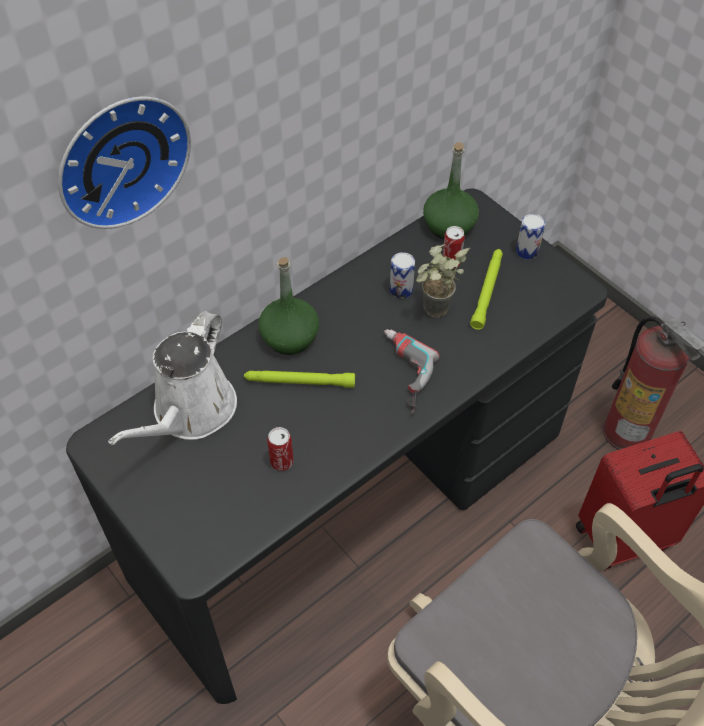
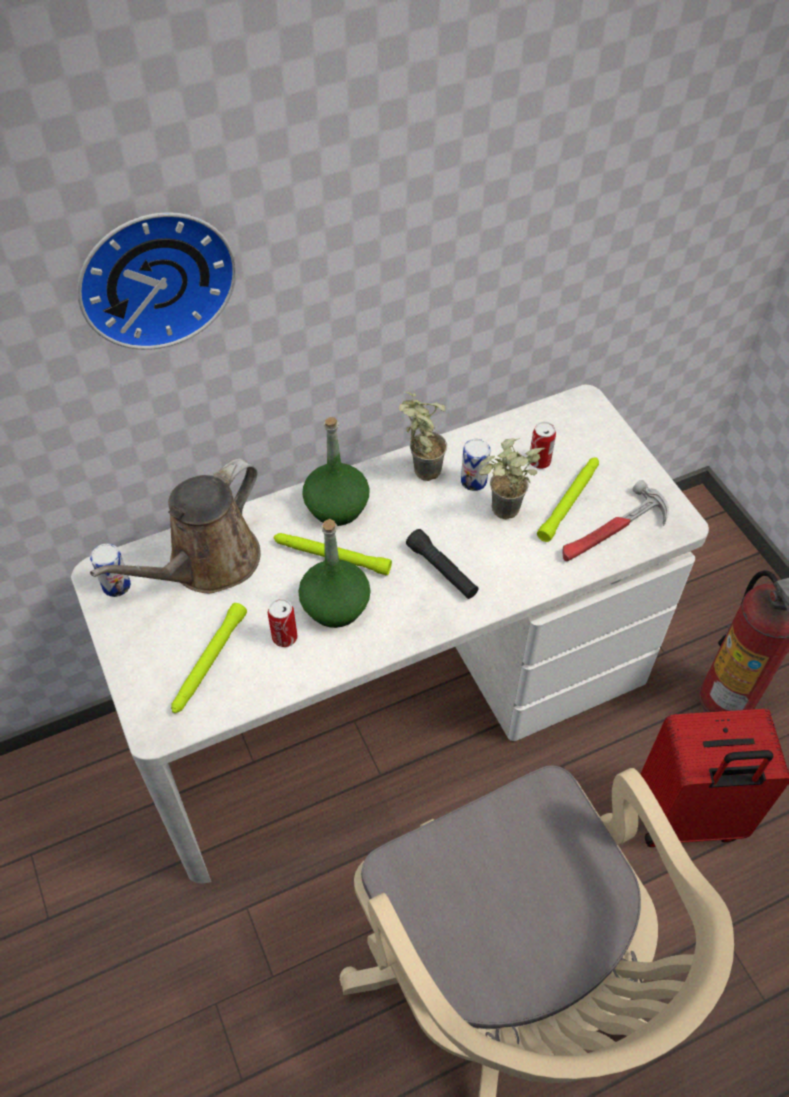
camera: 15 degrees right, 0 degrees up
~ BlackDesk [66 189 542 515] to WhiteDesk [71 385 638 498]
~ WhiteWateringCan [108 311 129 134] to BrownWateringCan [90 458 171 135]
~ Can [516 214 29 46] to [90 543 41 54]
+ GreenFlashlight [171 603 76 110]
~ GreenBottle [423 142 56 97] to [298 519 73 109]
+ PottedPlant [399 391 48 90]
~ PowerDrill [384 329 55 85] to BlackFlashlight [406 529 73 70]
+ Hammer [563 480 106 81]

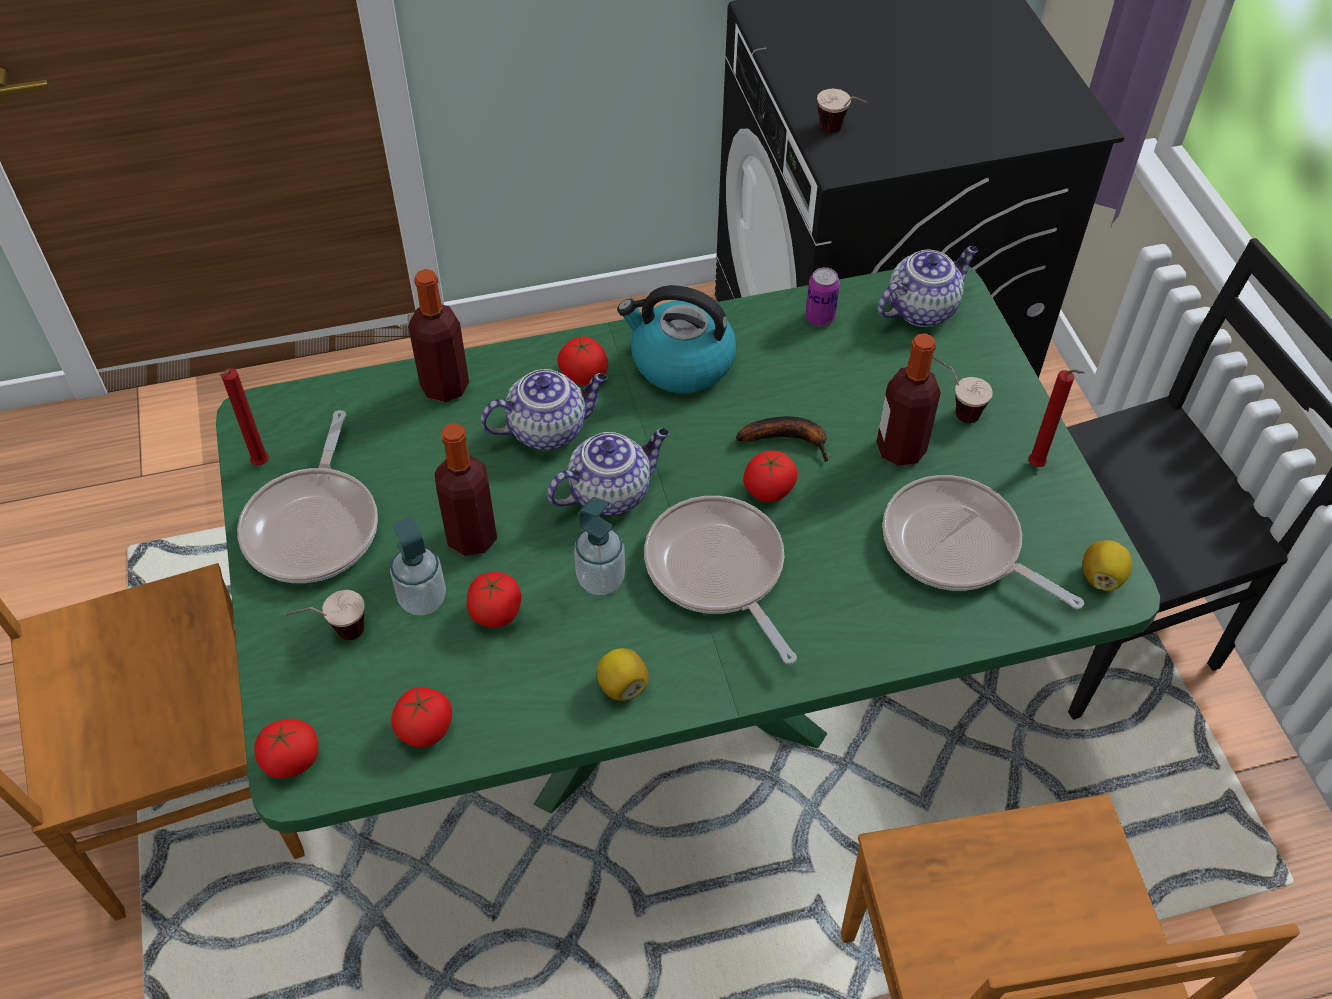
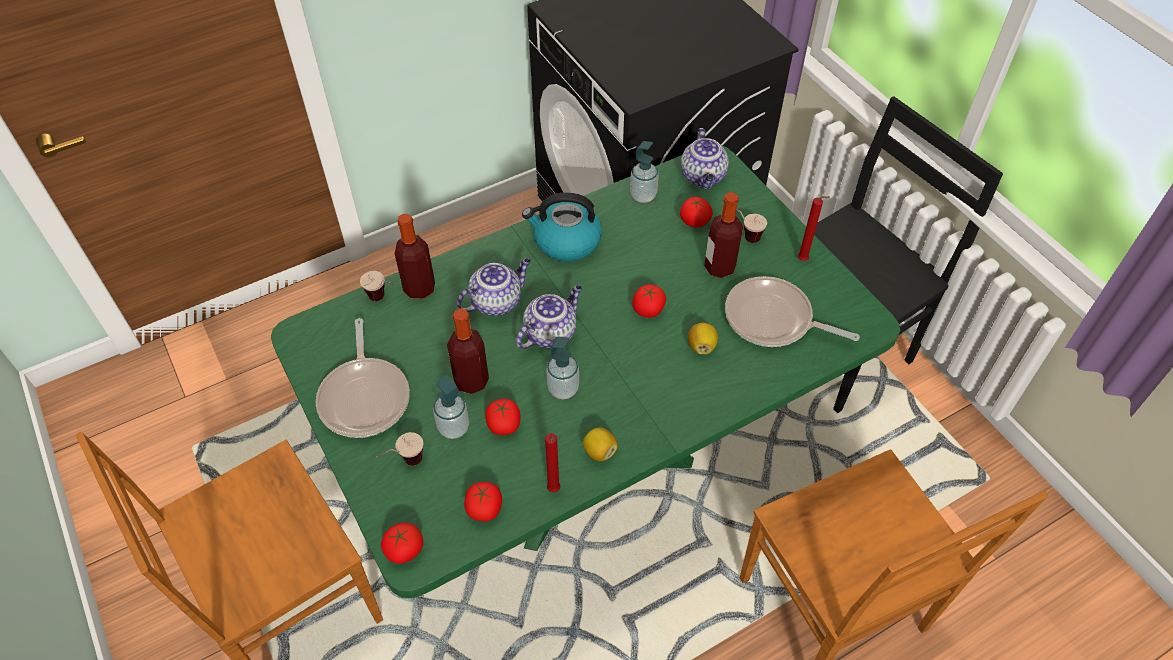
camera: 15 degrees left, 0 degrees up
~ Cup [817 89 51 44] to [360 271 34 30]
~ RedCandle [219 368 50 98] to [545 433 16 60]
~ Can [805 267 35 59] to SoapDispenser [630 141 29 62]
~ Tomato [557 336 51 49] to [680 197 33 30]
~ Teapot [877 246 101 81] = [681 128 48 62] 135 degrees clockwise
~ Lemon [1083 540 49 51] to [688 323 30 31]
- FryingPan [644 496 153 168]
- Banana [736 416 93 46]

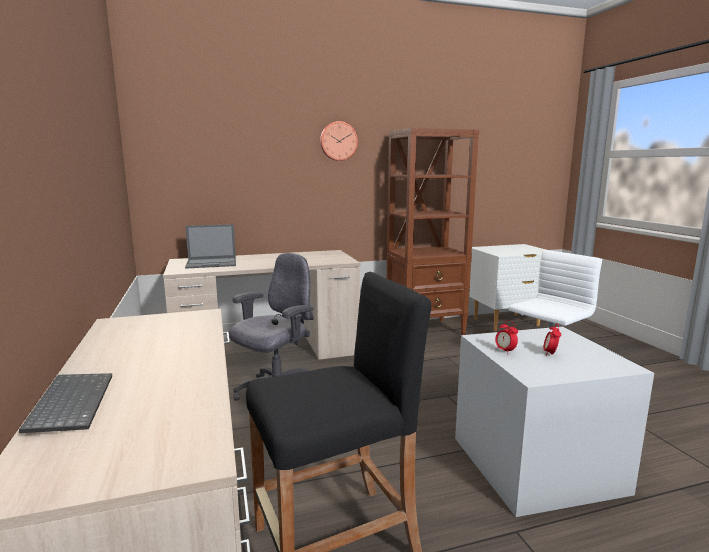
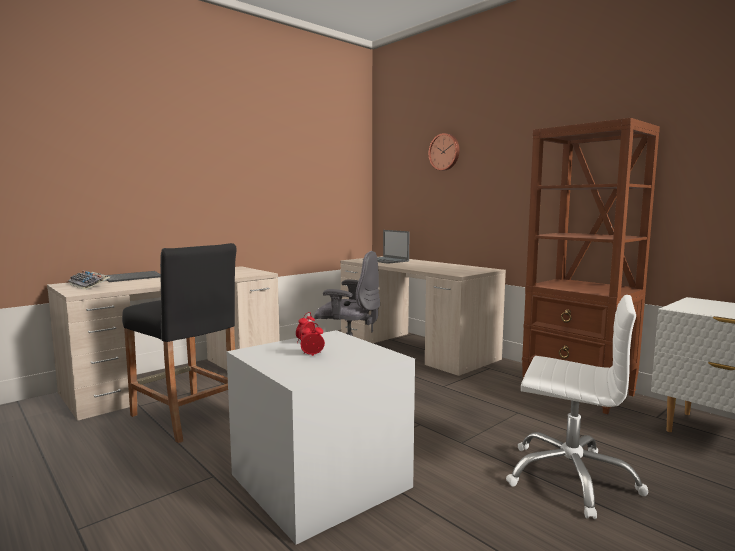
camera: 65 degrees right, 5 degrees down
+ Keyboard [68 270 43 20]
~ WallClock [320 121 38 40] to [429 133 31 38]

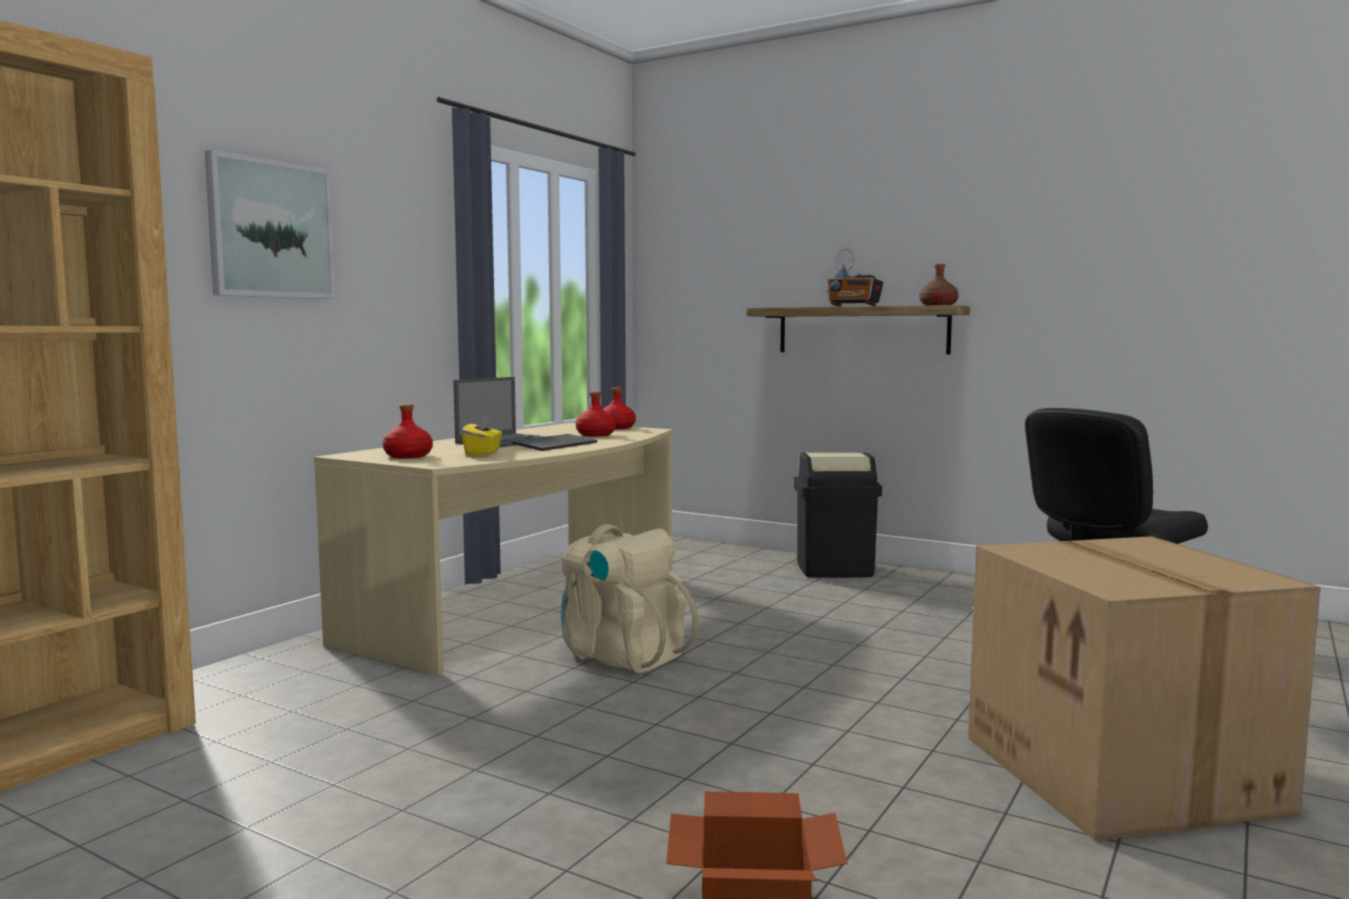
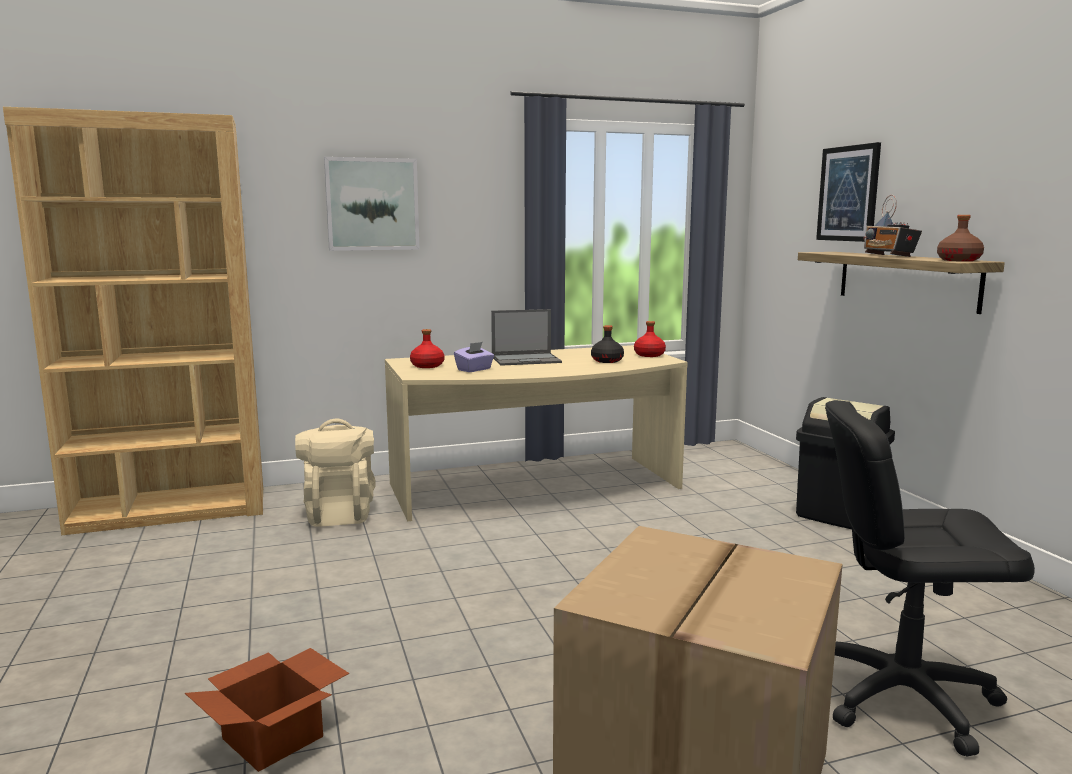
camera: 40 degrees right, 5 degrees up
~ BeigeBackpack [561 524 138 149] to [295 418 81 109]
~ YellowTissueBox [462 415 40 40] to PurpleTissueBox [454 342 40 30]
~ RedBottle [576 392 40 44] to BlackBottle [591 325 33 38]
+ Picture [816 142 65 100]
- Keyboard [512 434 85 17]

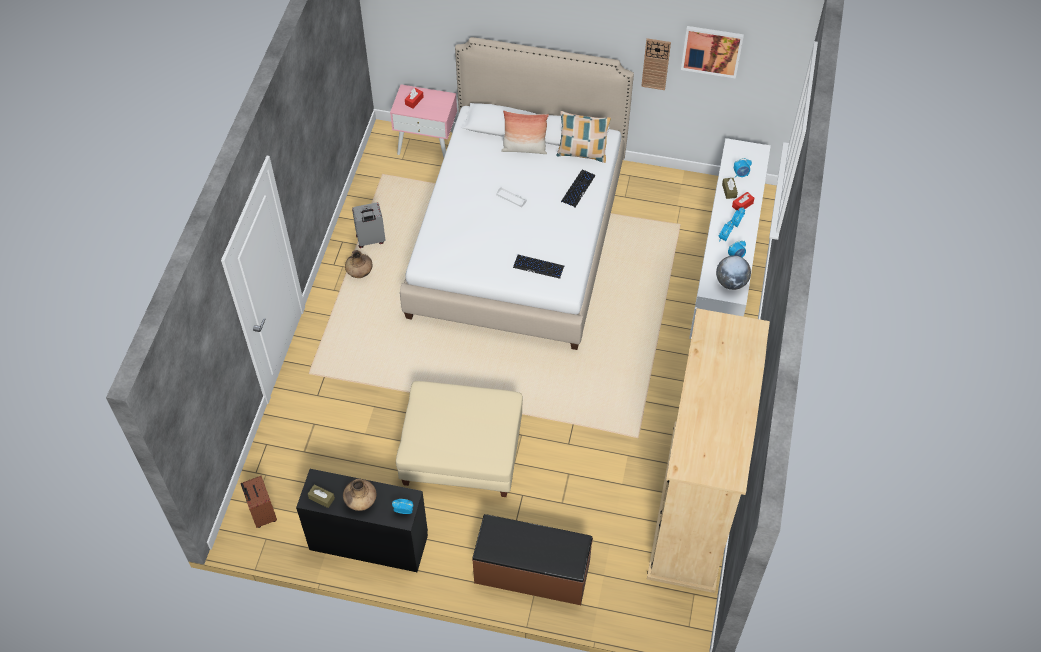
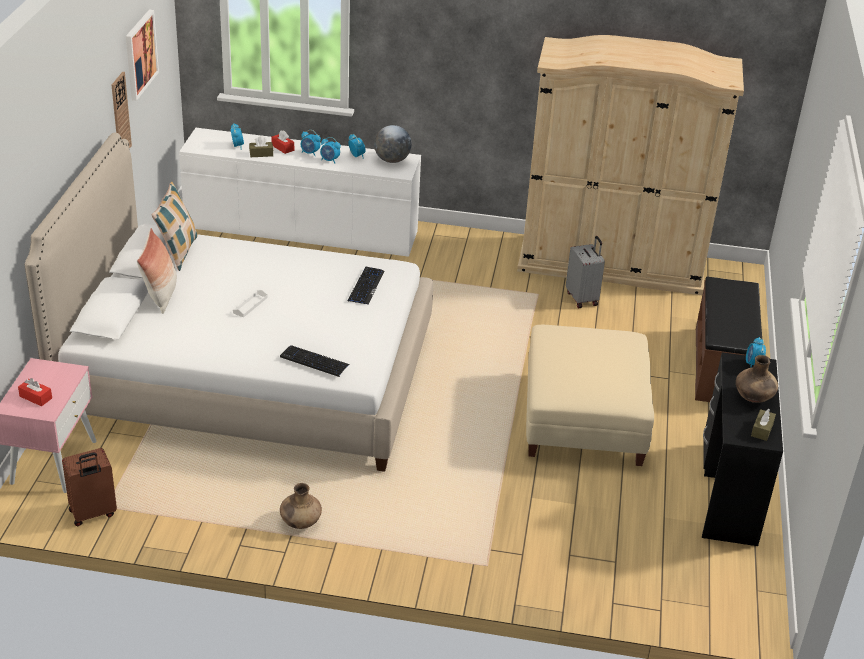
camera: 95 degrees left, 20 degrees down
~ BrownSuitcase [240 476 37 52] to [62 448 55 78]
~ Keyboard [561 170 35 37] to [280 345 70 32]
~ GreySuitcase [352 202 34 46] to [566 236 39 72]

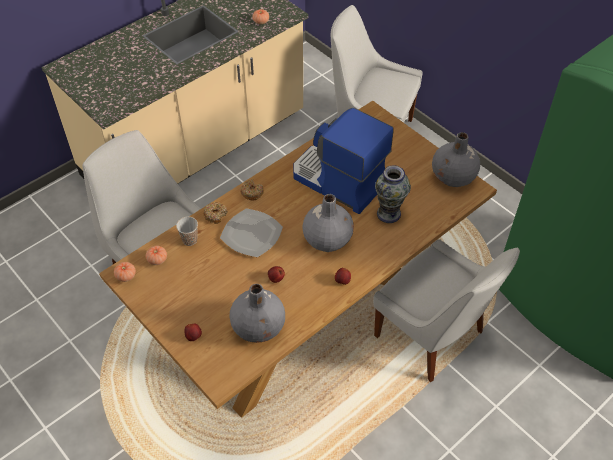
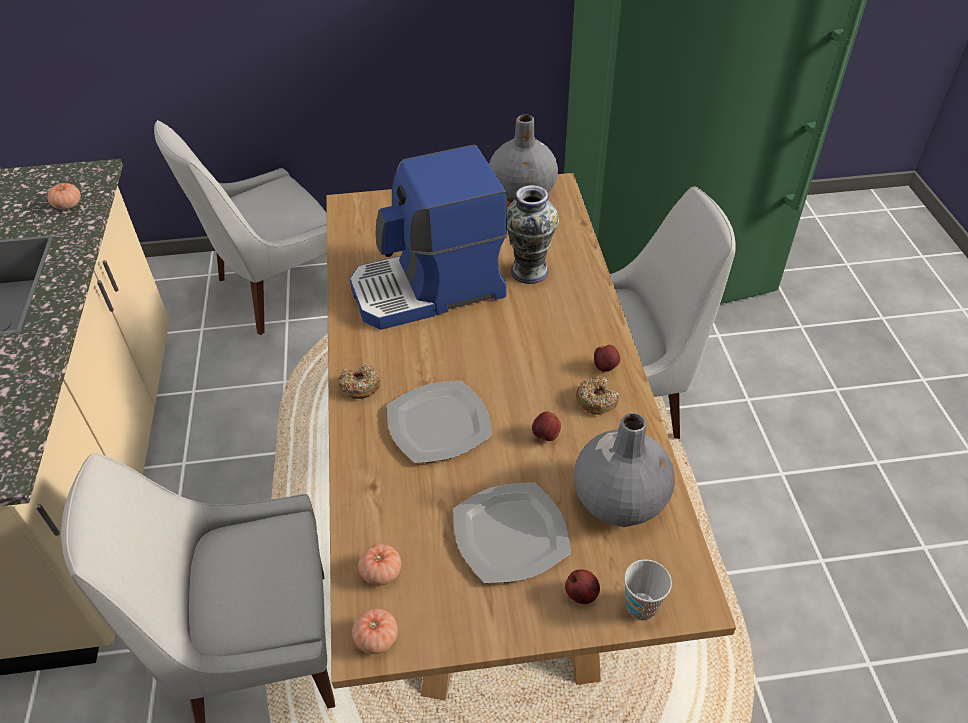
camera: 55 degrees left, 5 degrees down
+ Plate [453 482 118 101]
~ Donut [203 202 25 22] to [576 376 43 39]
~ Cup [176 217 22 29] to [624 559 48 61]
- GreyVase [302 194 52 58]

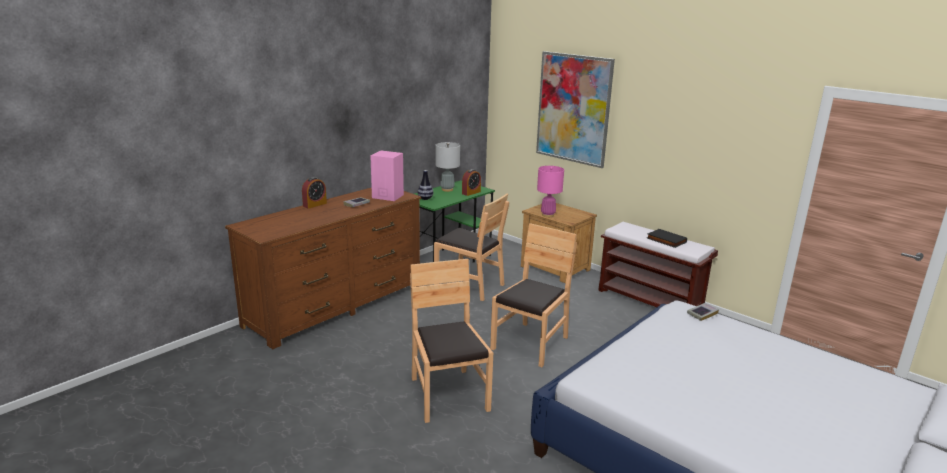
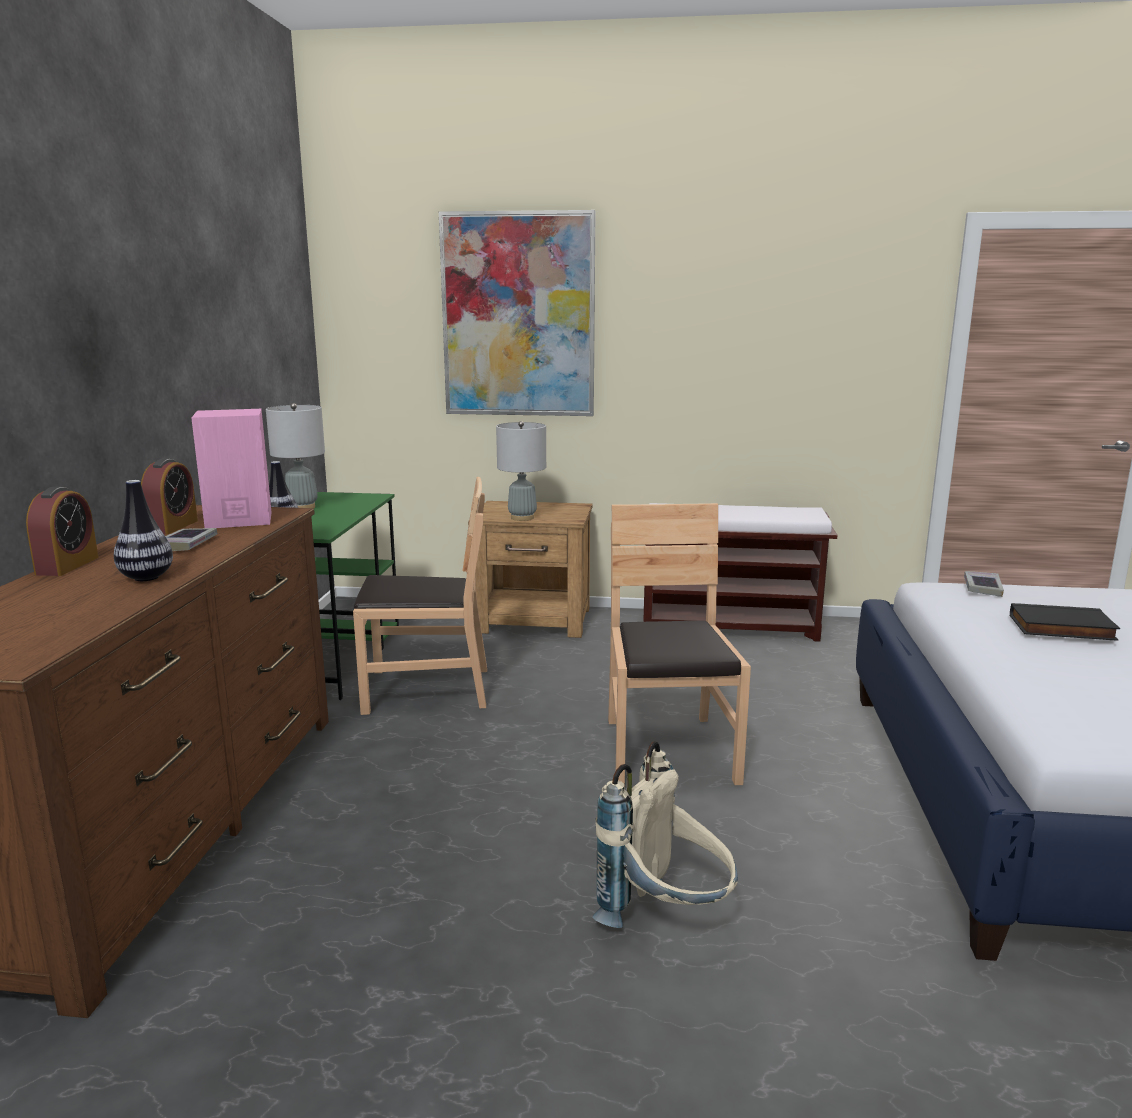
camera: 35 degrees left, 5 degrees down
+ Vase [114 480 59 101]
~ AlarmClock [462 169 19 27] to [141 459 57 75]
~ PinkTableLamp [537 166 27 51] to GreyTableLamp [496 421 50 100]
~ BrownChair [410 259 83 164] to BeigeBackpack [593 741 145 187]
~ BlackBook [647 229 40 19] to [1010 603 110 38]

